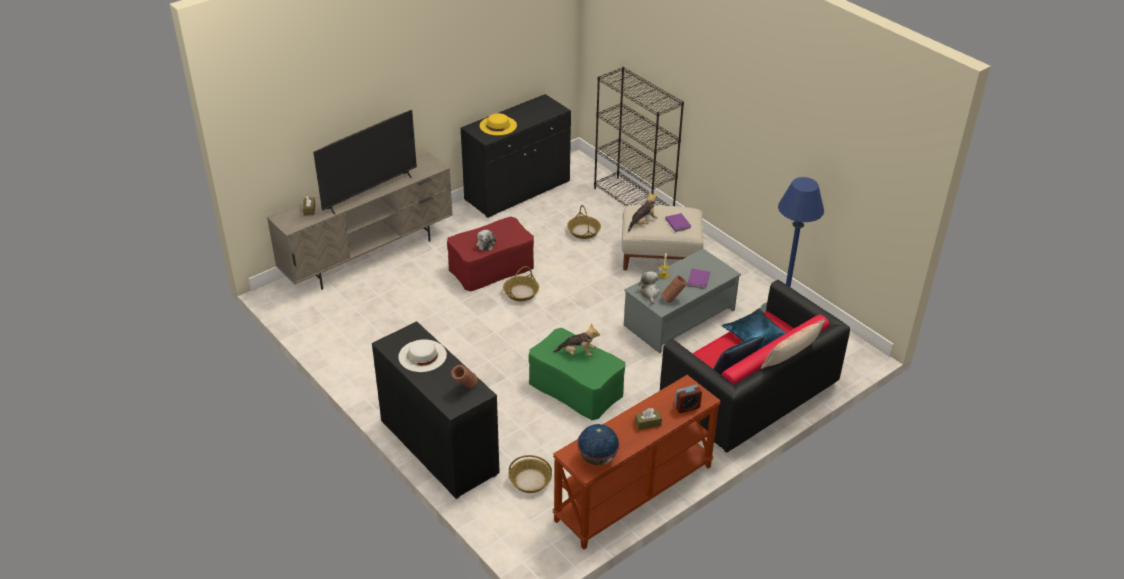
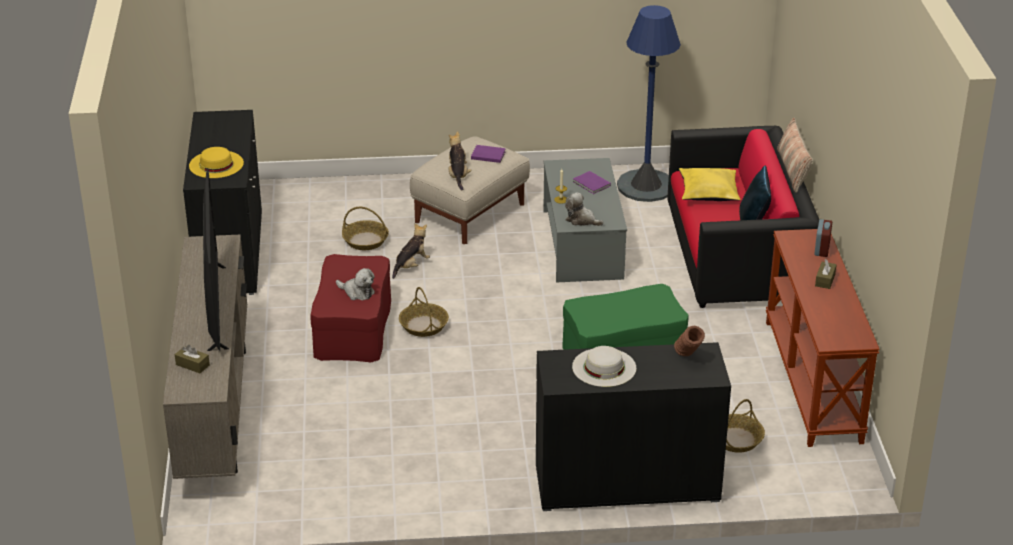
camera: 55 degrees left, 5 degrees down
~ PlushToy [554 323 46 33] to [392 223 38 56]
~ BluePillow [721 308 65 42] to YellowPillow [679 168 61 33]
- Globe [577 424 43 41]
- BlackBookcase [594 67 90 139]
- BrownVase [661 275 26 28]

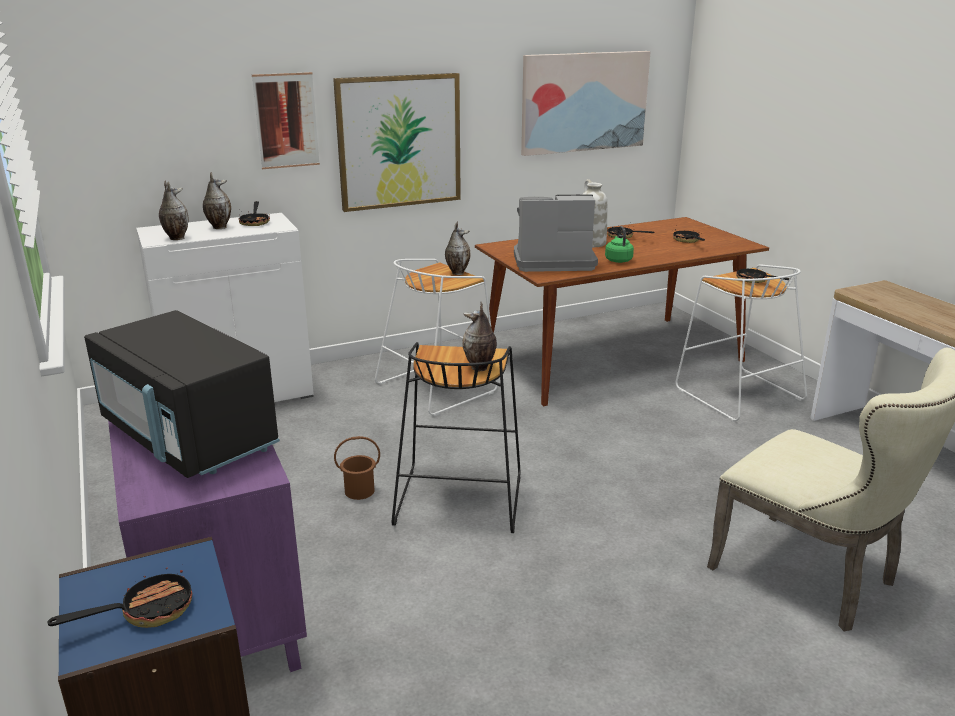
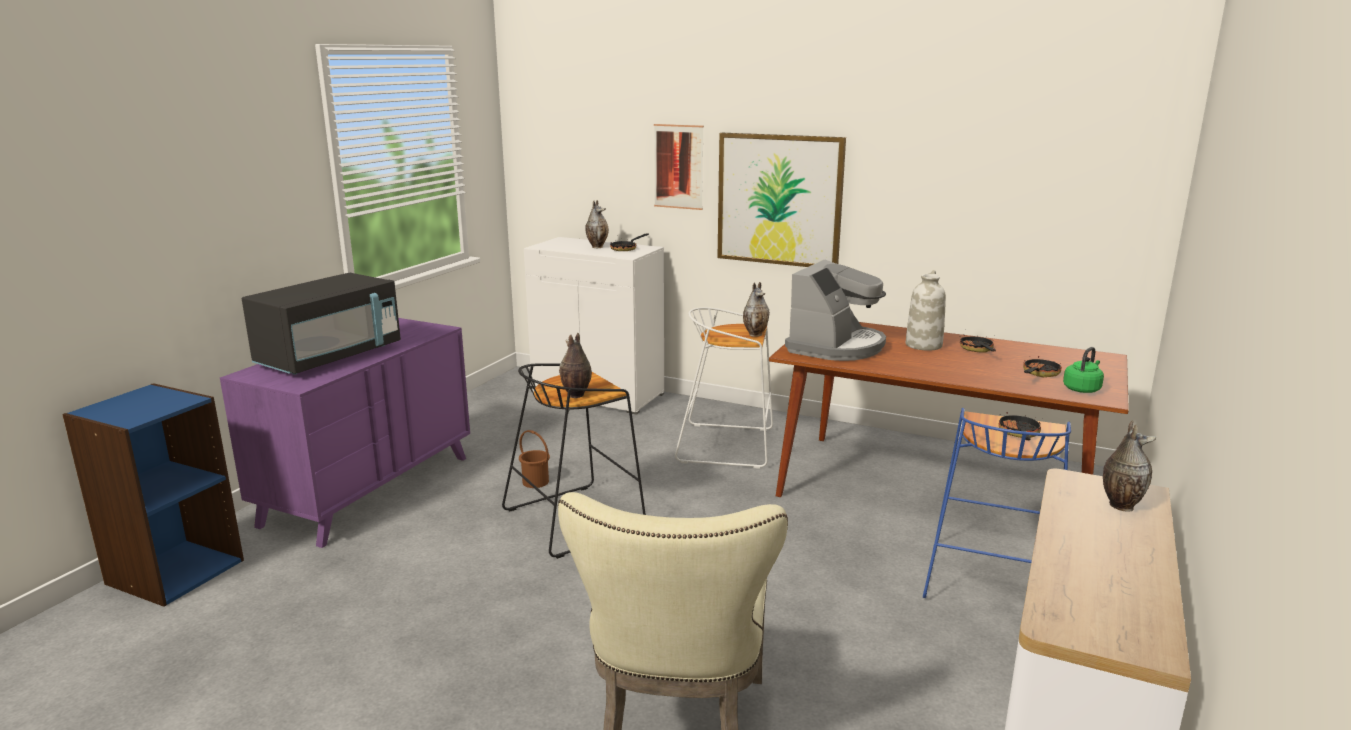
camera: 50 degrees right, 5 degrees down
~ BlackMicrowave [84 310 196 168] = [242 273 159 102] 150 degrees counterclockwise
~ CoffeeMachine [514 194 84 78] = [785 259 101 102] 75 degrees clockwise
~ WhiteStool [675 264 132 158] to BlueStool [923 408 148 190]
~ GreenKettle [605 226 29 37] to [1063 347 41 46]
~ Vase [159 181 30 59] to [1103 421 53 91]
- FryingPan [47 567 145 61]
- Picture [521 51 130 105]

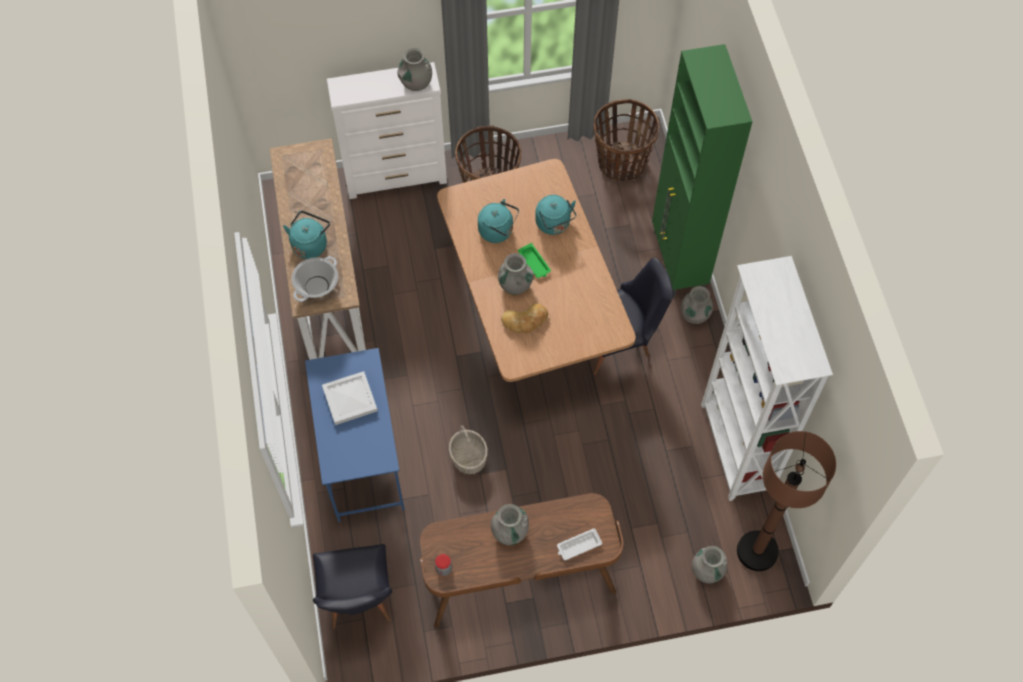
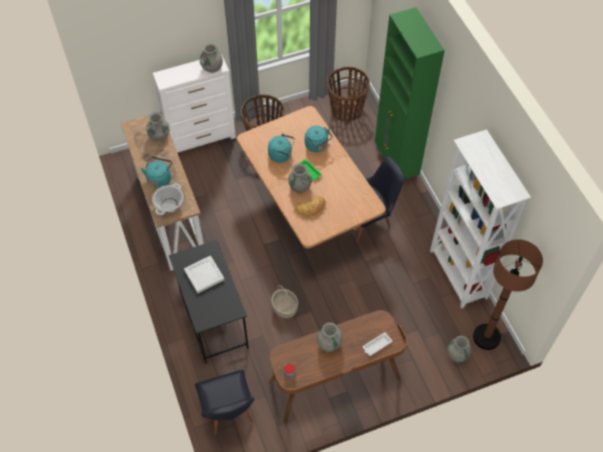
camera: 10 degrees left, 5 degrees down
~ GreyVase [681 286 32 38] to [146 112 23 29]
~ BlueDesk [305 348 100 174] to BlackDesk [169 240 80 124]

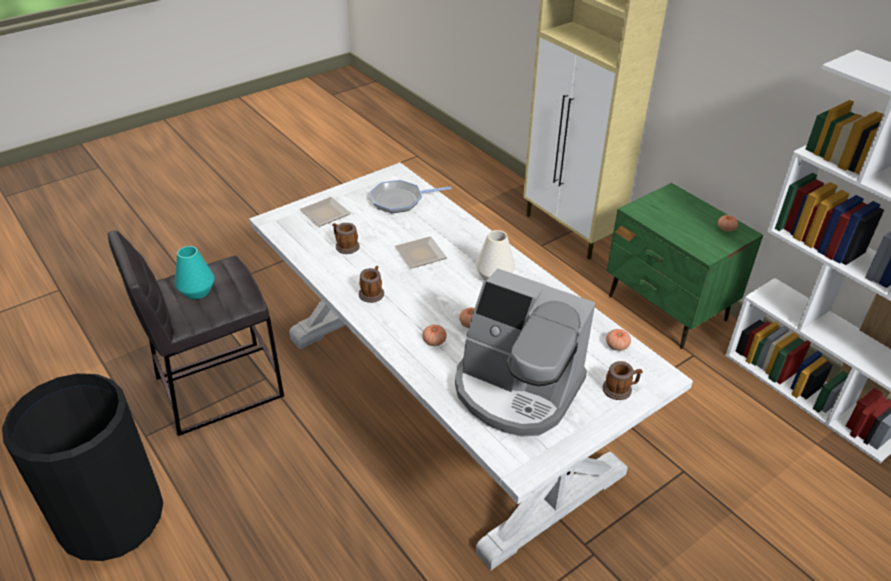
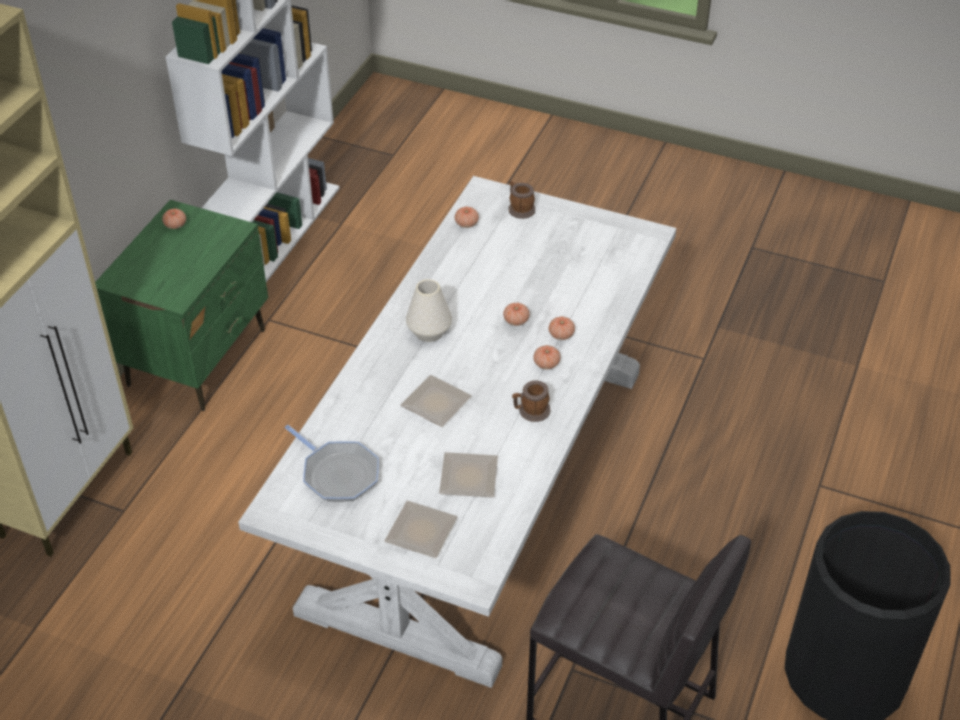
camera: 120 degrees left, 5 degrees up
~ Mug [332 223 28 31] to Plate [439 452 59 45]
+ Tomato [533 345 27 24]
- TurquoiseVase [175 246 39 53]
- CoffeeMachine [455 268 140 169]

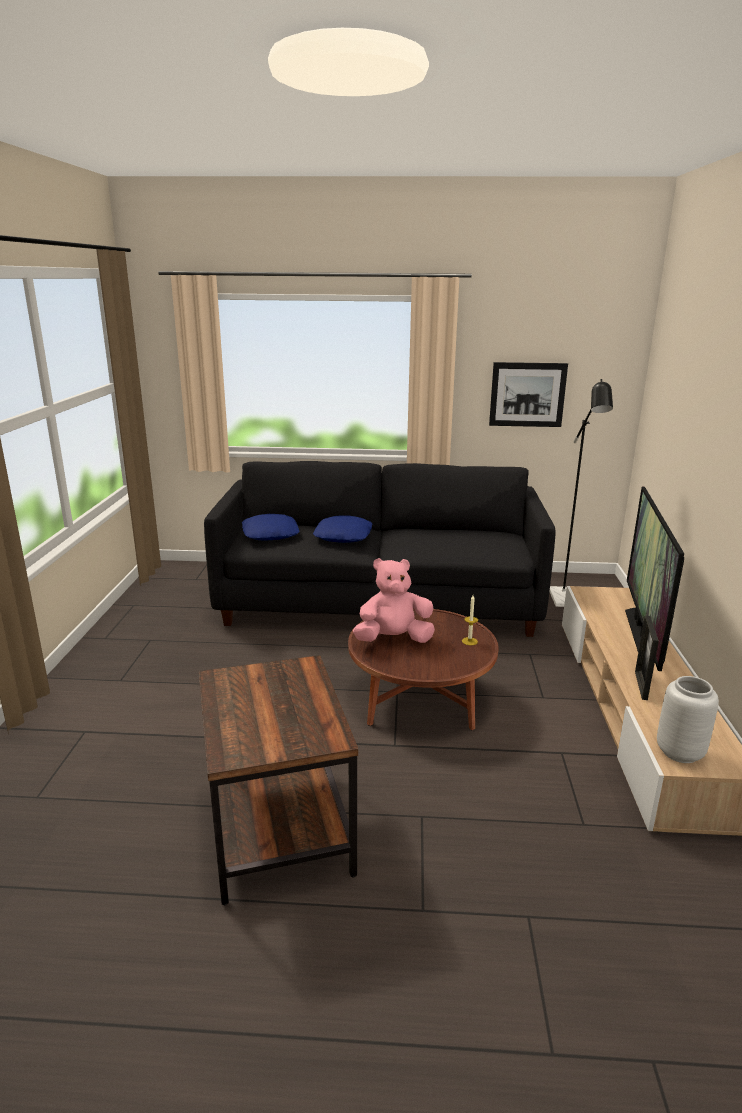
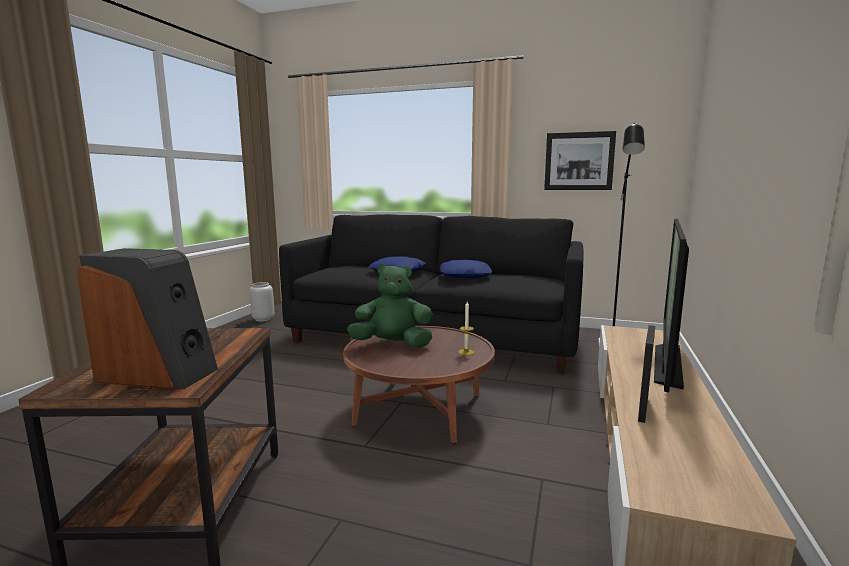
camera: 15 degrees right, 10 degrees down
+ Speaker [77 248 141 142]
~ GreyVase [657 676 62 87] to [250 282 24 40]
~ PinkPlushToy [353 558 82 85] to GreenPlushToy [347 263 85 85]
~ BluePillow [242 514 57 27] to [440 259 52 20]

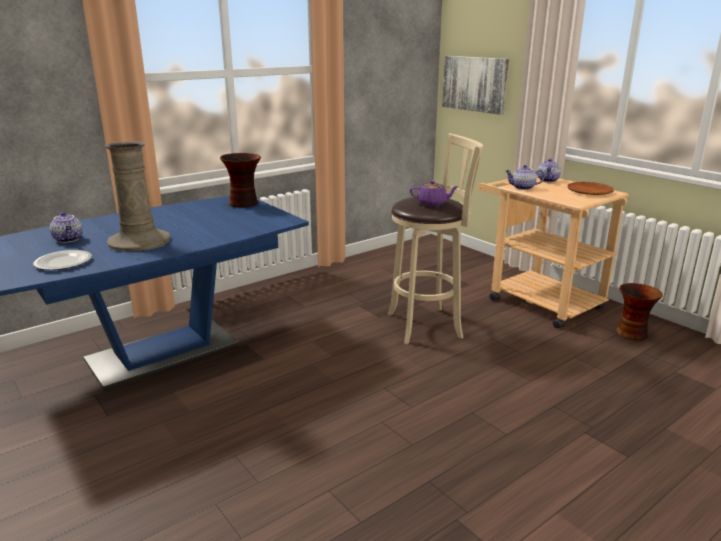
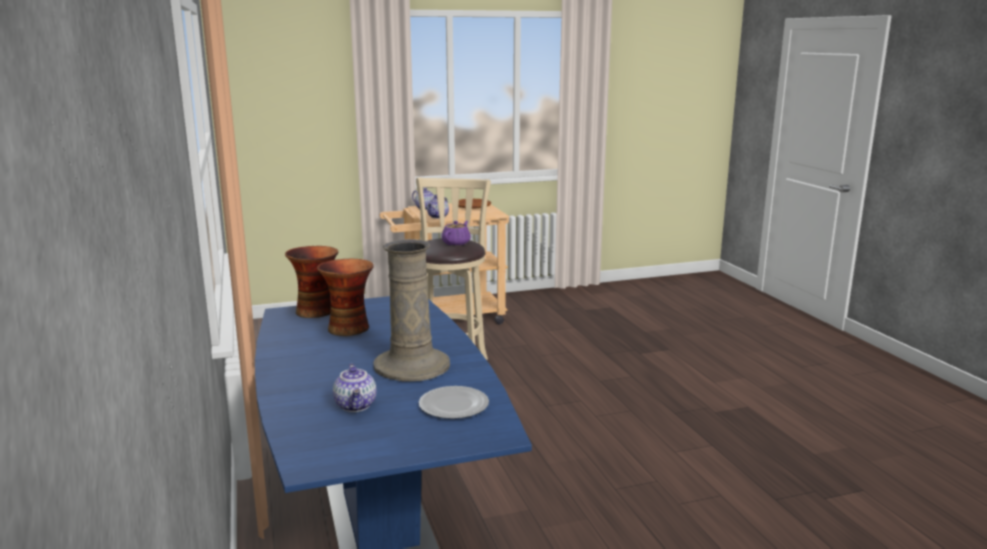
camera: 70 degrees left, 5 degrees down
~ Vase [616 283 47 58] to [317 259 57 77]
~ Teapot [50 212 33 31] = [333 363 43 49] 90 degrees clockwise
- Picture [442 56 67 59]

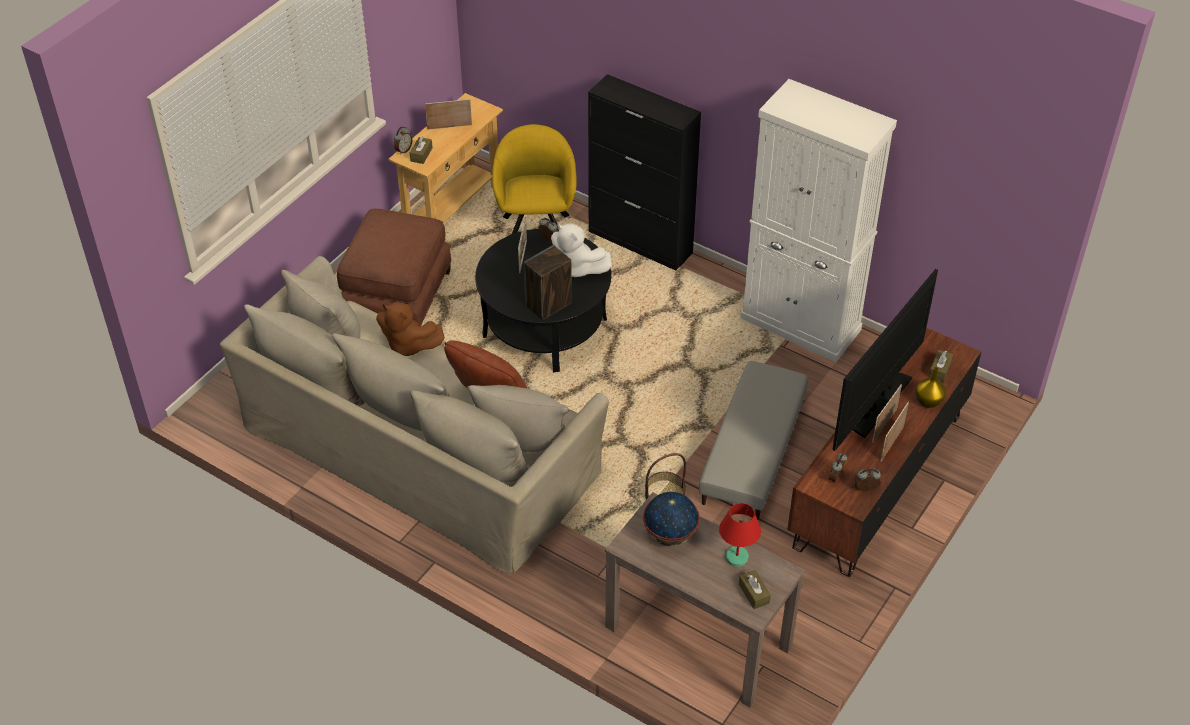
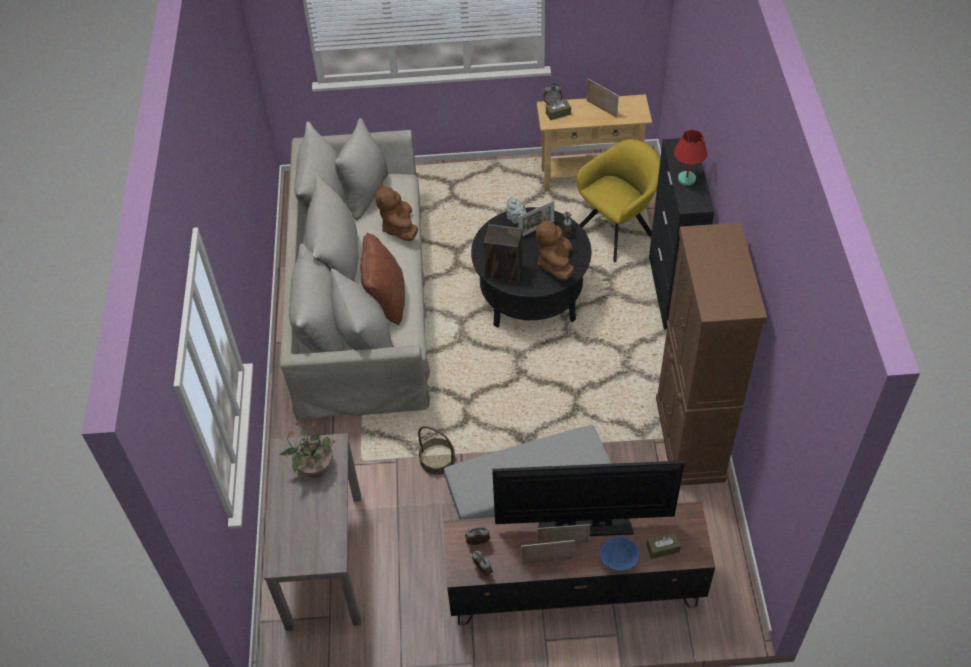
camera: 55 degrees right, 5 degrees up
~ Globe [643 492 57 54] to PottedPlant [280 421 56 57]
+ GreyTeapot [506 197 20 27]
~ WhitePlushToy [551 223 61 54] to BrownPlushToy [536 217 38 64]
~ YellowVase [916 367 30 41] to BlueBowl [600 537 39 34]
~ WhiteCabinet [741 79 156 283] to BrownCabinet [656 222 111 264]
~ RedTableLamp [719 503 42 64] to [674 130 33 56]
- BrownOttoman [337 209 115 117]
- BrownTissueBox [739 570 32 39]

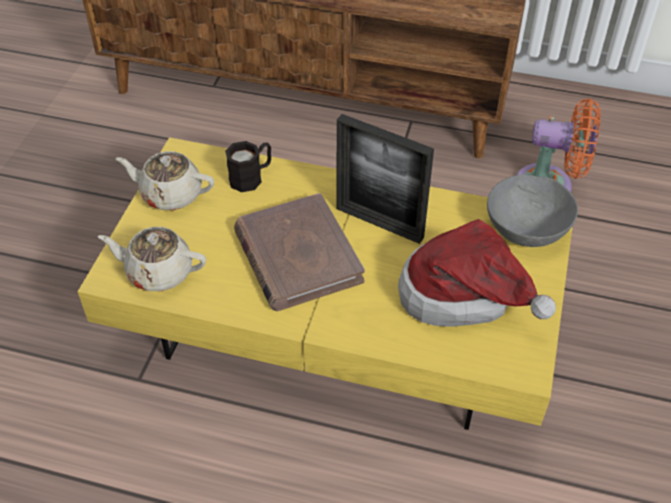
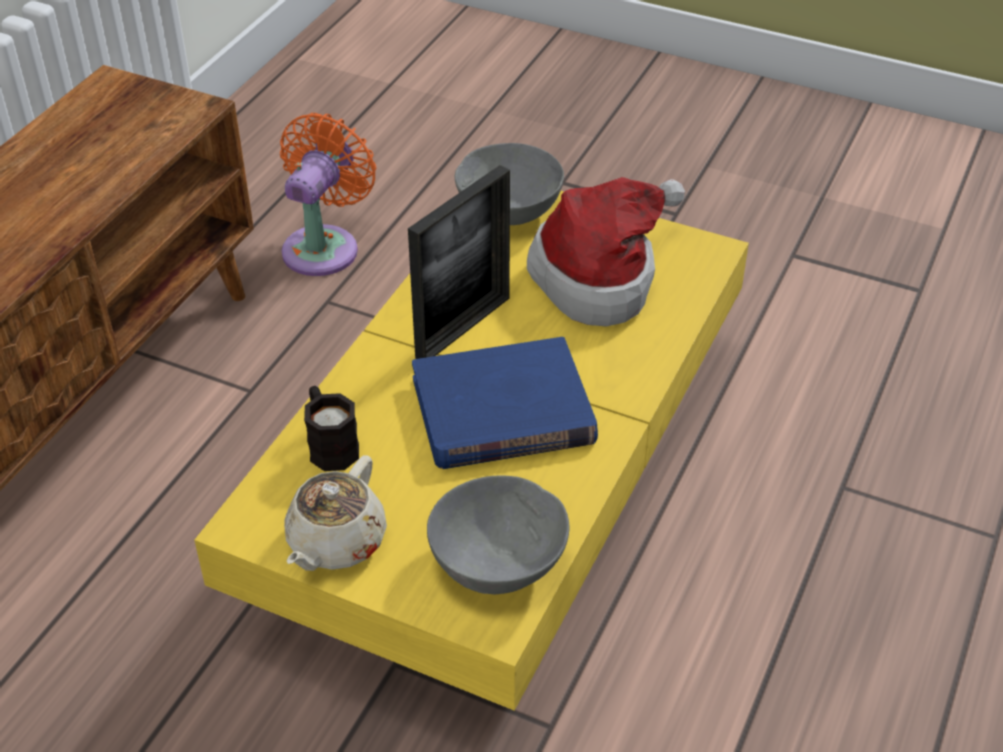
camera: 80 degrees left, 5 degrees down
~ BrownBook [234 193 131 118] to BlueBook [412 337 186 132]
~ BeigeTeapot [98 227 108 64] to GreyBowl [427 476 142 118]

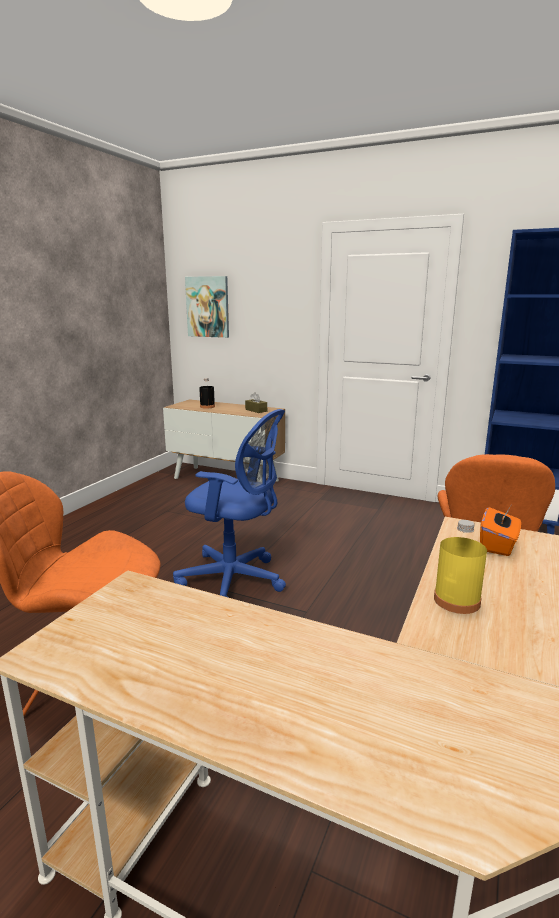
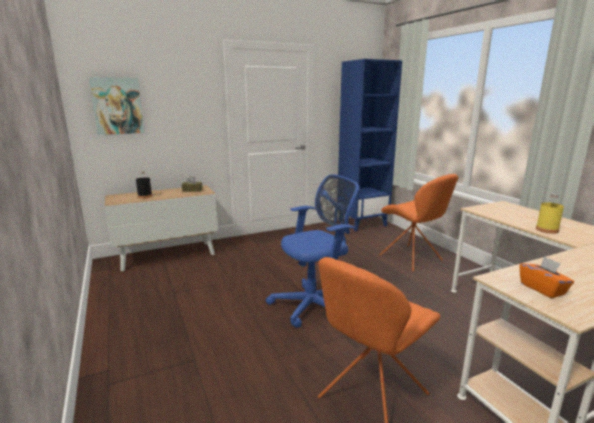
camera: 50 degrees left, 0 degrees up
~ OrangeTissueBox [480 507 41 49] to [519 256 55 42]

